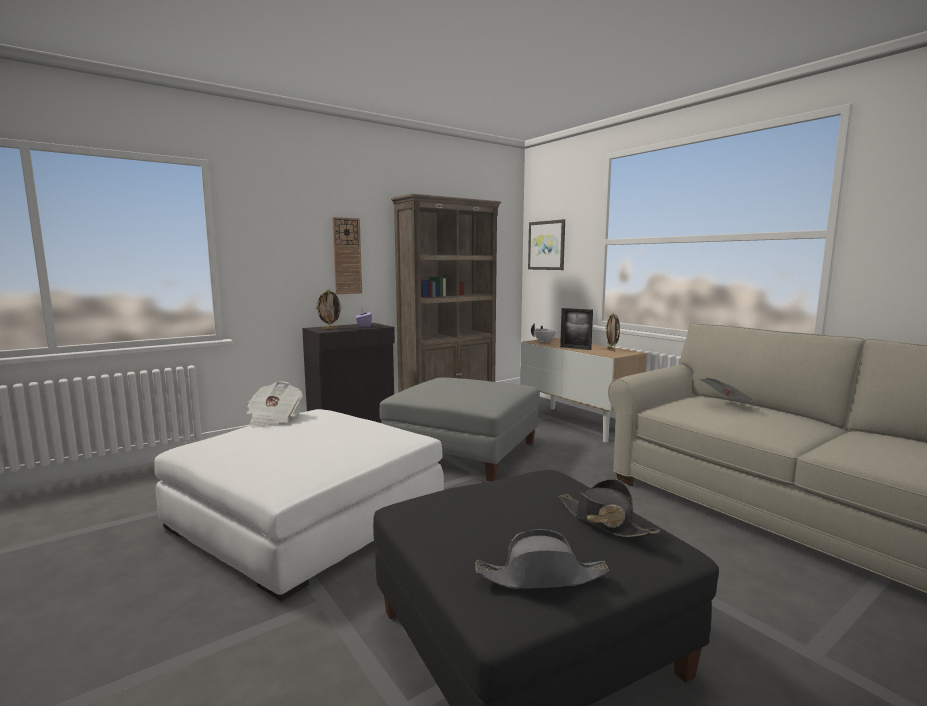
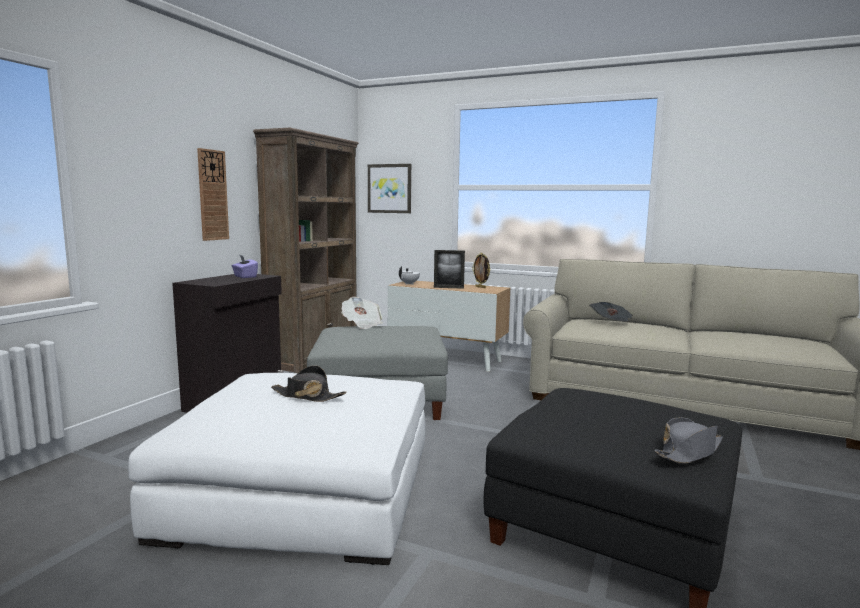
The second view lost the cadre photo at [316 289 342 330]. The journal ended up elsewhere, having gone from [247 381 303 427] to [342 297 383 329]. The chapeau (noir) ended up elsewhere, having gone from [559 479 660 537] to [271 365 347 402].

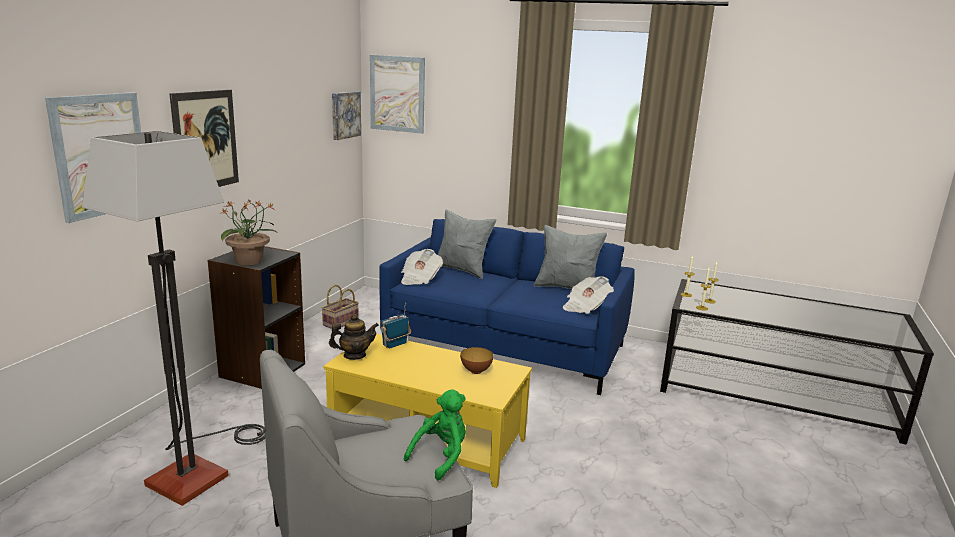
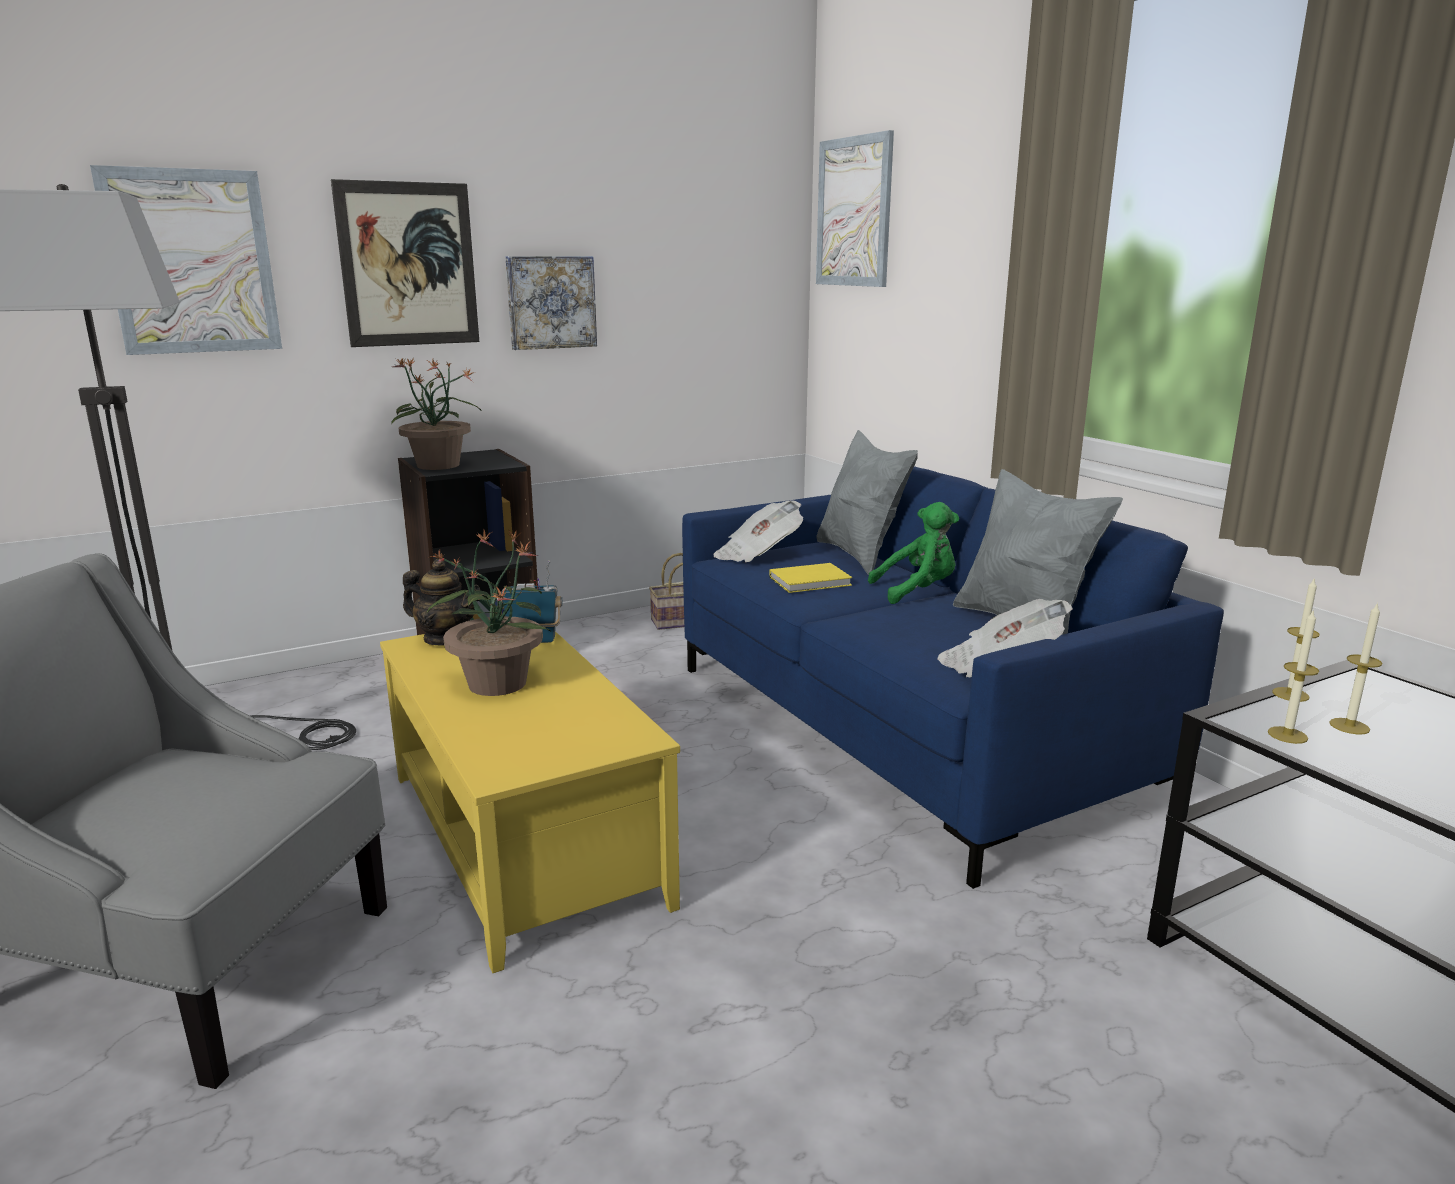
The second view lost the bol at [460 347 494 374]. The second view gained the plante en pot at [427 529 551 696]. The second view gained the livre (jaune) at [770 563 852 593]. The tableau ended up elsewhere, having gone from [332 91 361 140] to [505 256 597 350]. The peluche (vert) ended up elsewhere, having gone from [404 389 466 480] to [868 502 959 604].

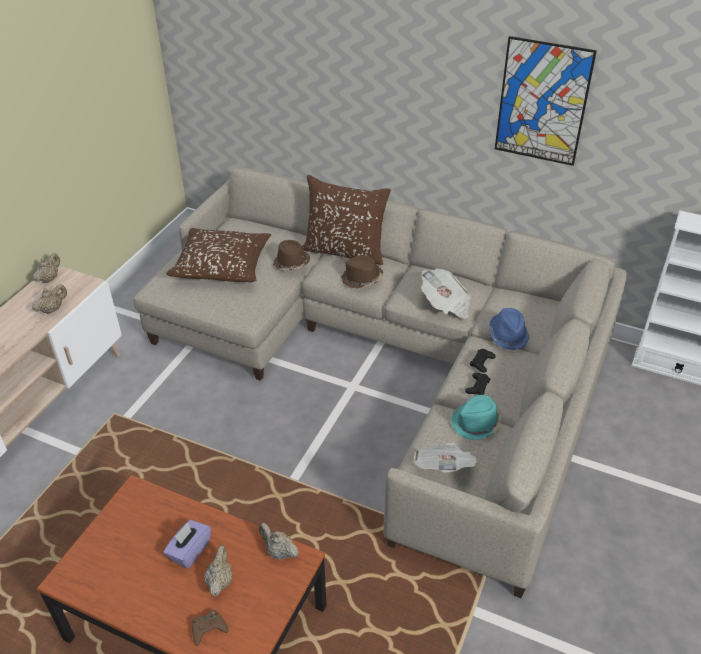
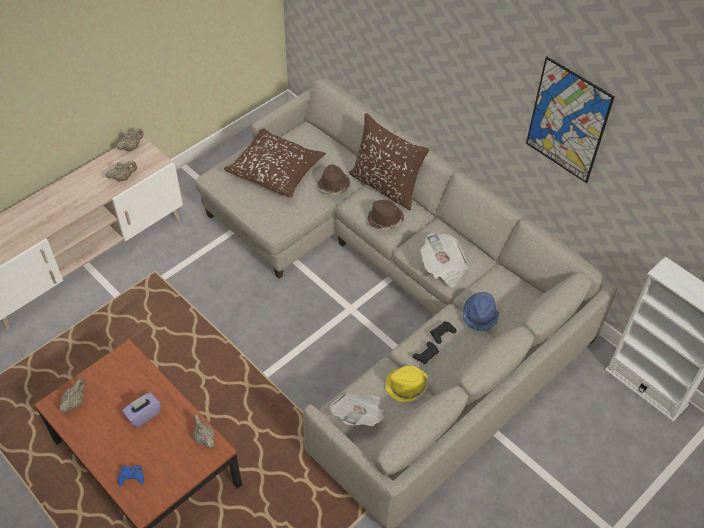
The théière (beige) ended up elsewhere, having gone from [204 545 233 597] to [60 379 85 413]. What was the manette (marron) at [192 610 228 646] turned into the manette (bleu) at [118 465 144 486]. What was the chapeau (turquoise) at [451 395 501 440] turned into the chapeau (jaune) at [385 366 429 402].

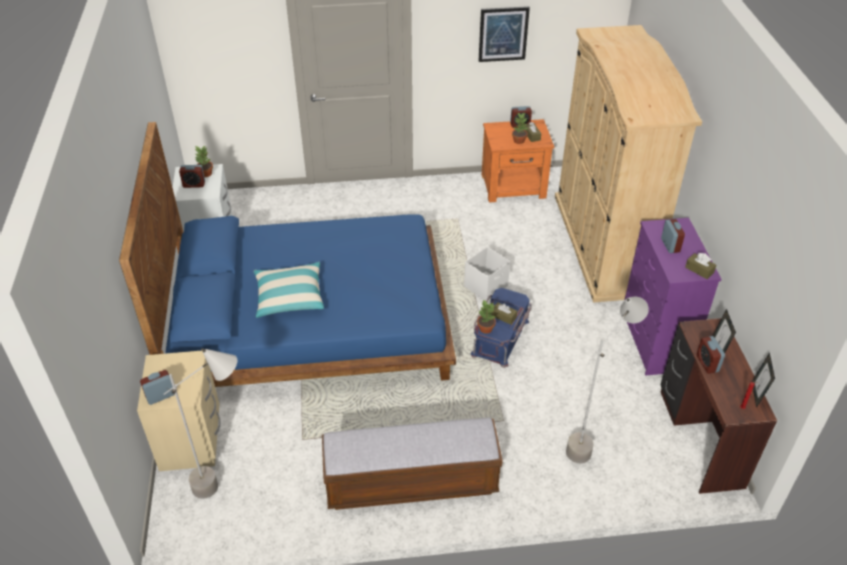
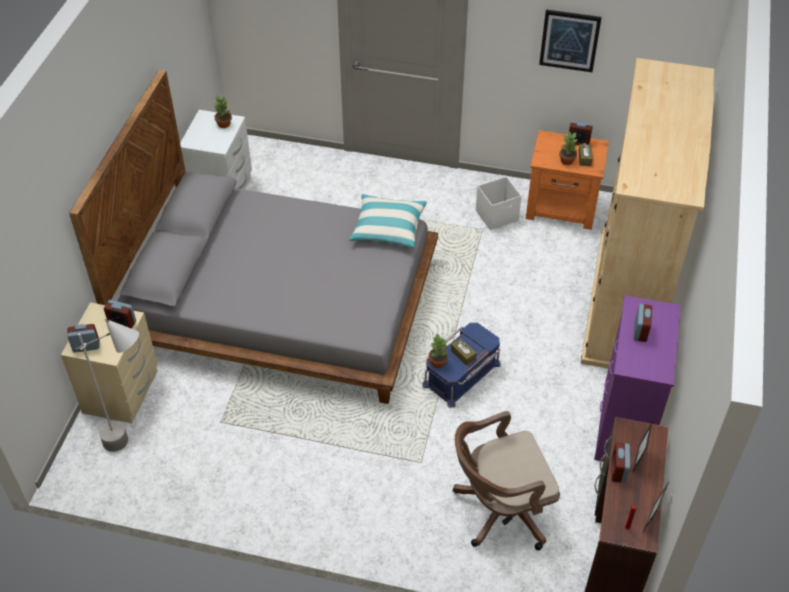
The second view lost the banc at [322 418 503 510]. The second view lost the boîte à mouchoirs (marron) at [685 253 716 279]. The réveil ended up elsewhere, having gone from [179 165 205 188] to [104 300 136 329]. The coussin ended up elsewhere, having gone from [254 262 324 318] to [349 194 427 248]. The boîte de rangement (blanc) ended up elsewhere, having gone from [464 247 510 301] to [476 177 522 230]. Where the lampadaire (gris) stood at [566 297 649 463], the chaise de bureau (marron) came to stand at [453 411 560 550]. What was the lit (bleu) at [119 122 456 387] turned into the lit (gris) at [69 70 438 404].

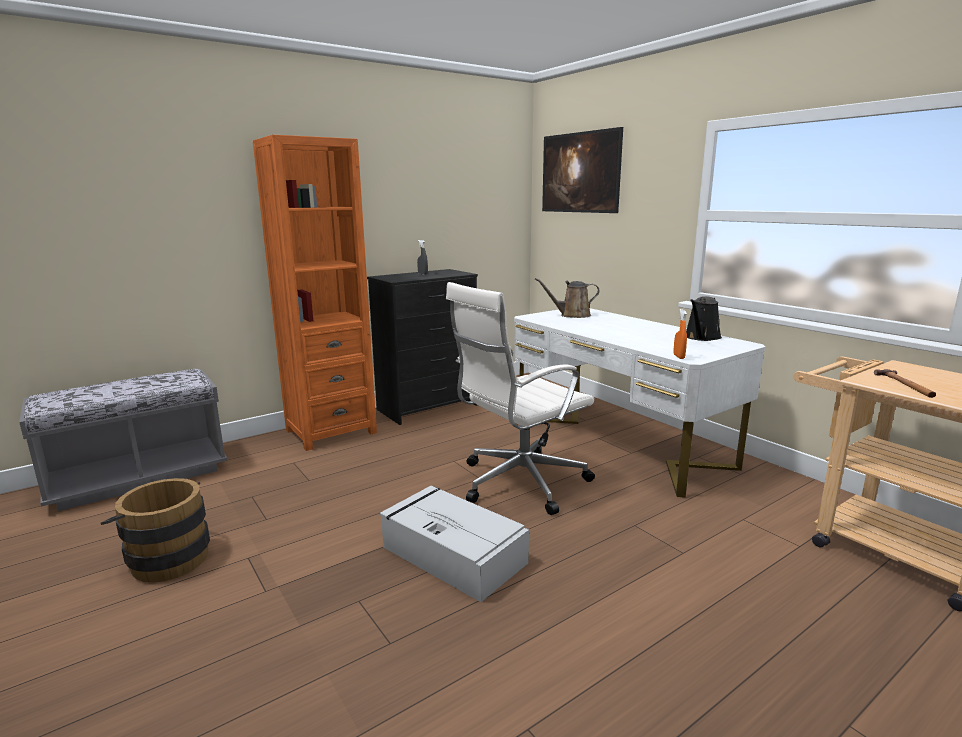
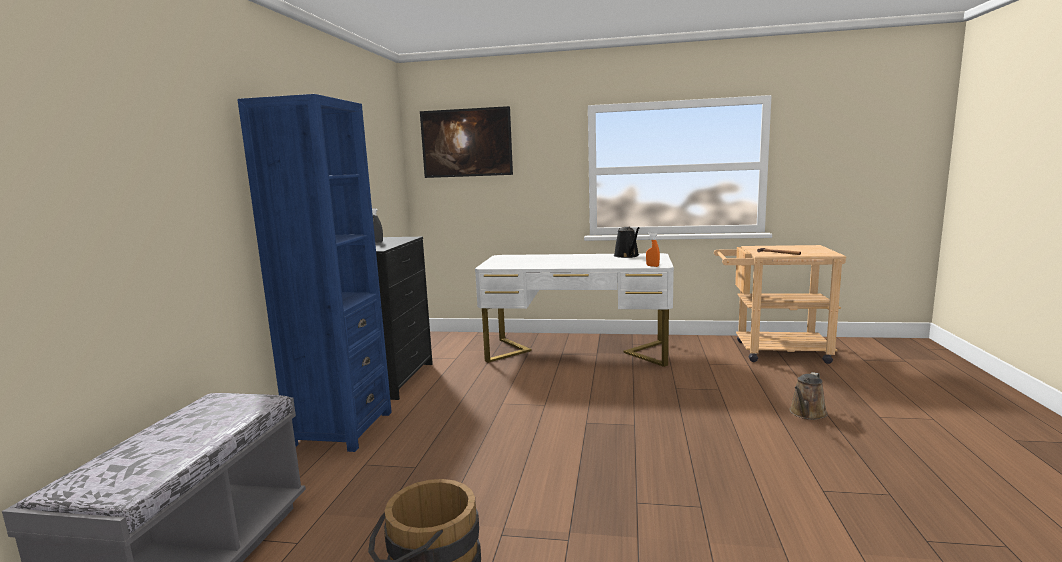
The second view lost the boîte de rangement (gris) at [380 486 529 602]. The second view lost the chaise de bureau (blanc) at [446 282 595 515]. The arrosoir (marron) ended up elsewhere, having gone from [535 278 599 318] to [789 372 828 420]. What was the bibliothèque (orange) at [253 135 377 451] turned into the bibliothèque (bleu) at [237 94 392 452].

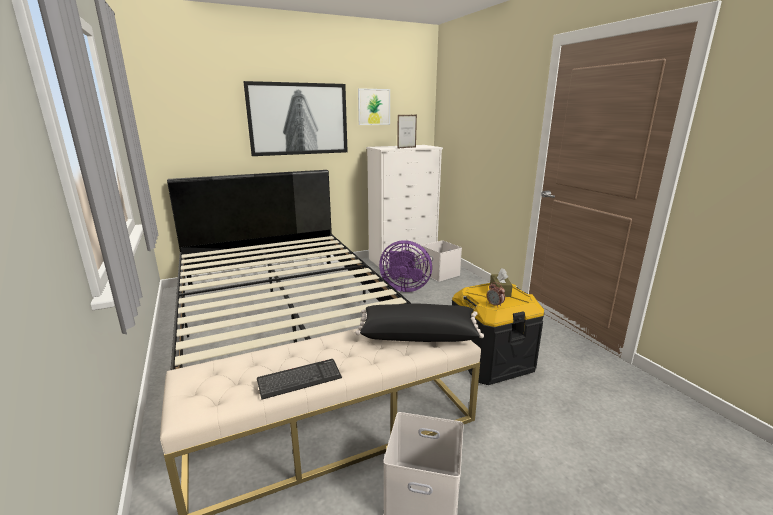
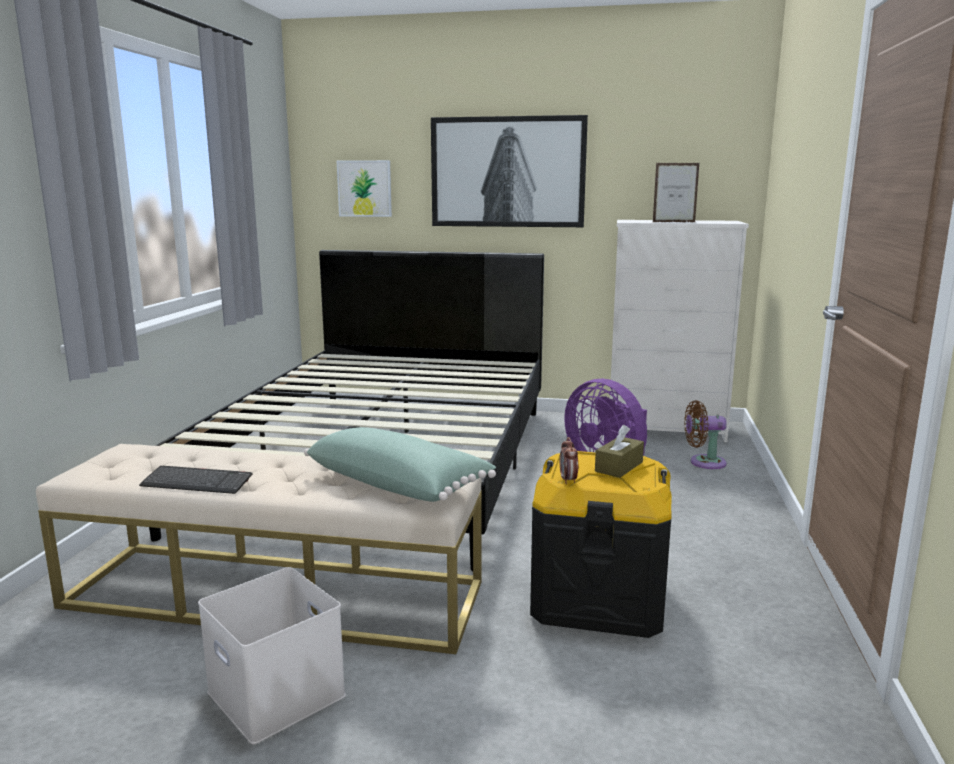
The tableau ended up elsewhere, having gone from [358 88 390 125] to [337 160 392 217]. Where the boîte de rangement (blanc) stood at [421 240 462 282], the ventilateur (marron) came to stand at [684 400 727 469]. What was the coussin (noir) at [355 304 484 342] turned into the coussin (vert) at [304 427 496 502].

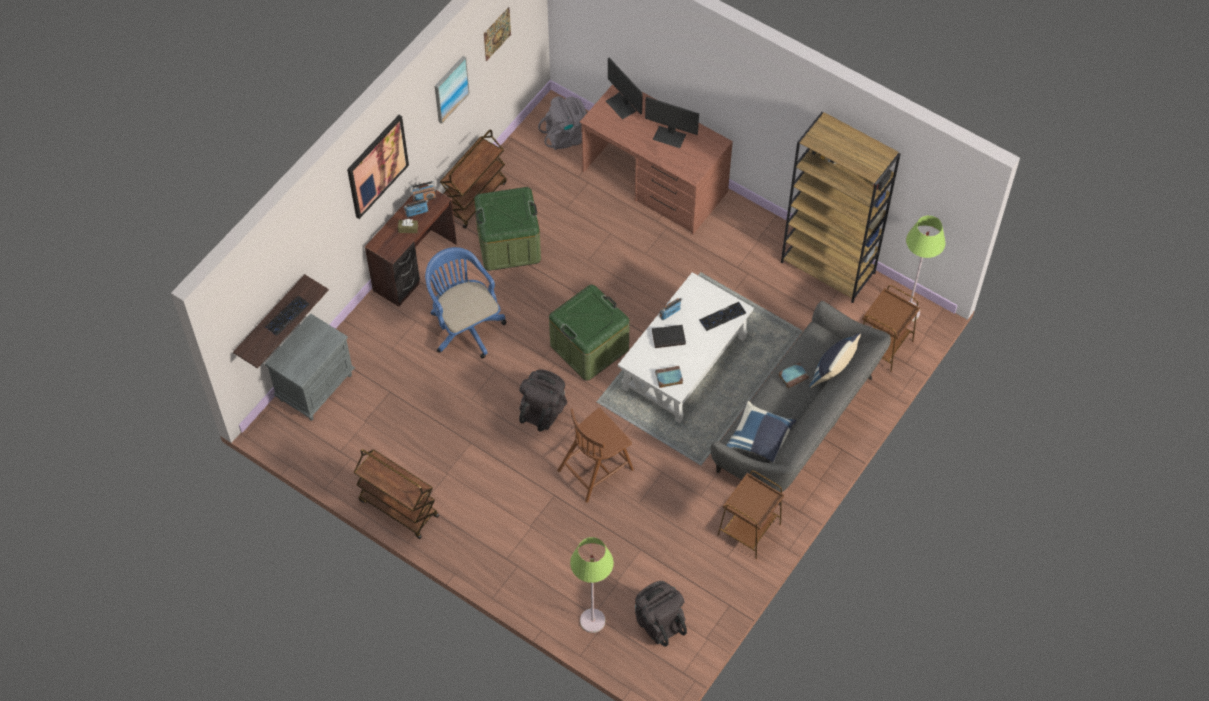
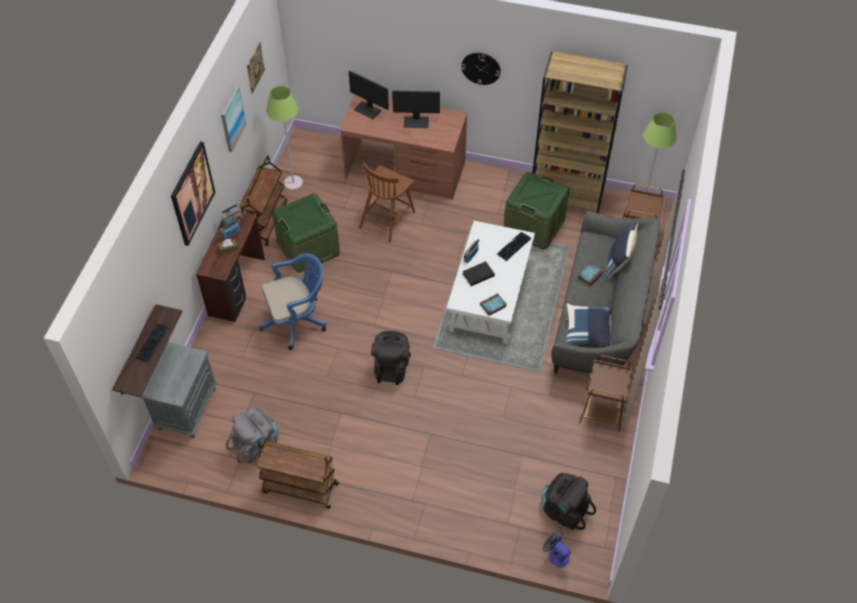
The second view gained the horloge murale at [461 53 501 85]. The second view gained the ventilateur at [543 530 570 568]. The sac à dos (gris) ended up elsewhere, having gone from [538 96 587 150] to [226 408 279 464]. The boîte de rangement (vert) ended up elsewhere, having gone from [549 285 630 381] to [504 172 569 249]. The chaise (marron) ended up elsewhere, having gone from [557 408 634 503] to [359 162 415 243]. The lampadaire (vert) ended up elsewhere, having gone from [570 537 614 633] to [266 86 303 190]. The chaise de bureau (bleu) at [425 247 506 359] ended up facing another way, 120 degrees clockwise from before.

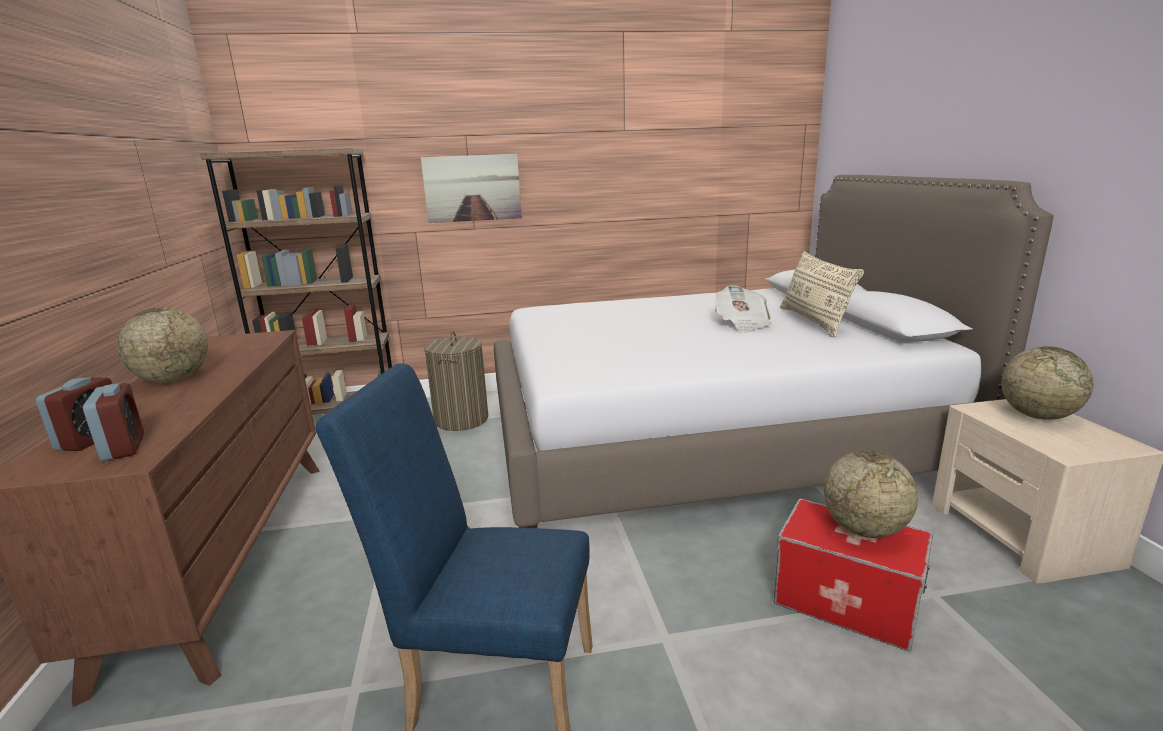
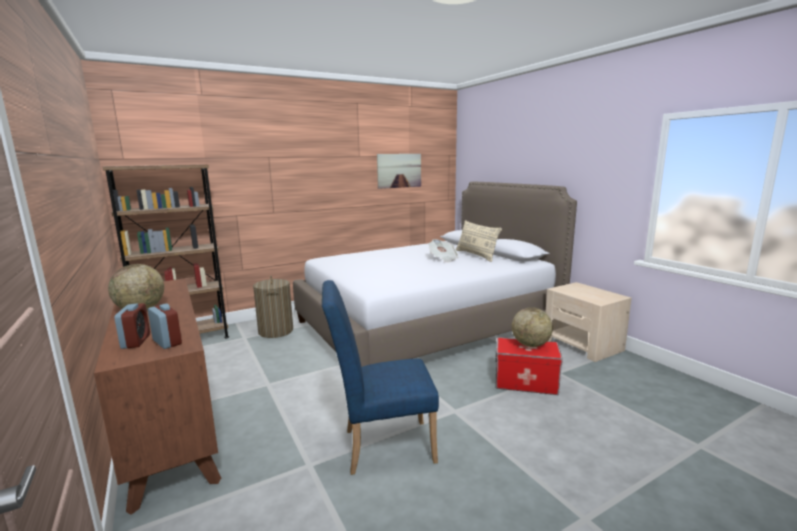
The second view lost the globe at [1001 346 1093 420]. The tableau ended up elsewhere, having gone from [421 154 522 223] to [377 154 421 189].

